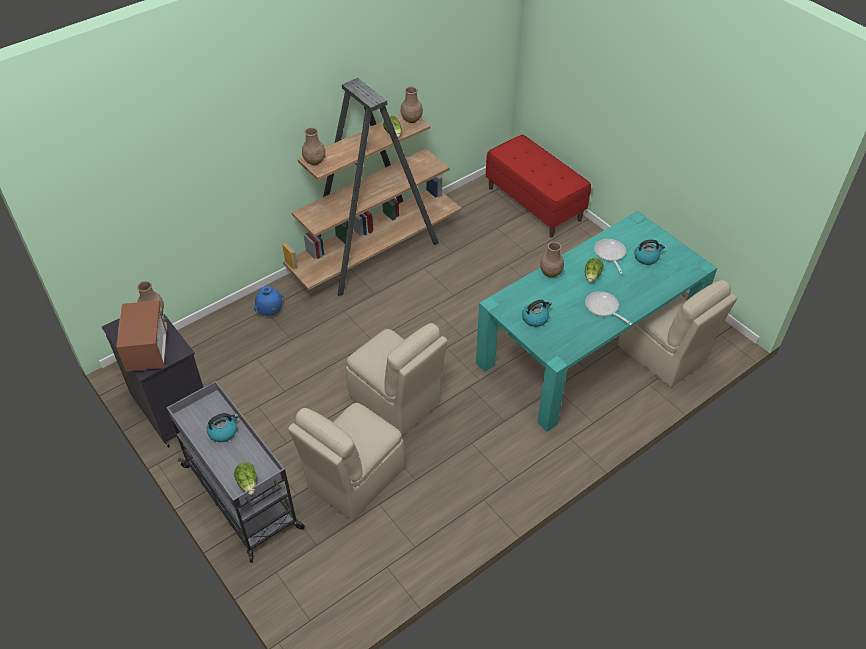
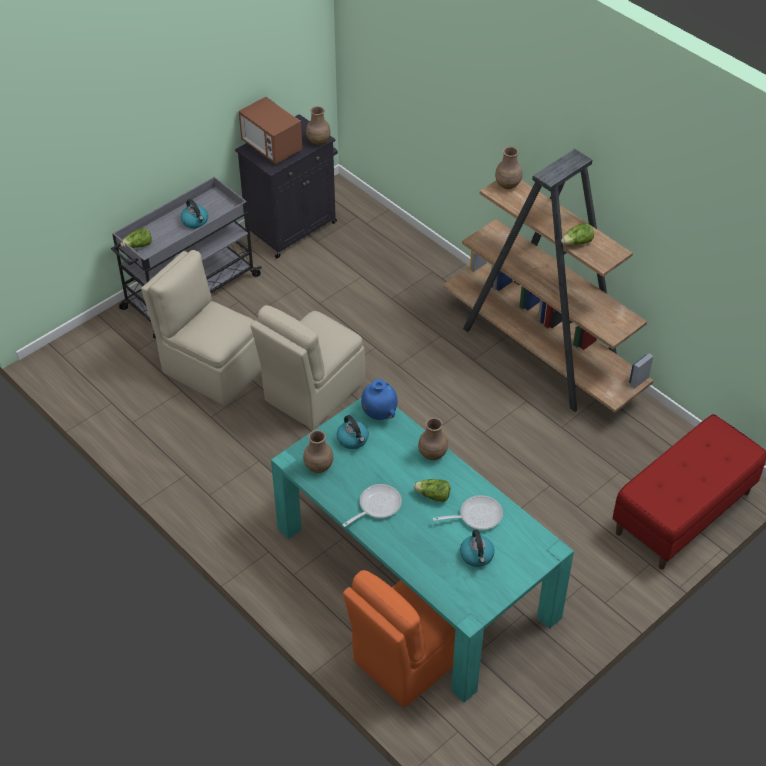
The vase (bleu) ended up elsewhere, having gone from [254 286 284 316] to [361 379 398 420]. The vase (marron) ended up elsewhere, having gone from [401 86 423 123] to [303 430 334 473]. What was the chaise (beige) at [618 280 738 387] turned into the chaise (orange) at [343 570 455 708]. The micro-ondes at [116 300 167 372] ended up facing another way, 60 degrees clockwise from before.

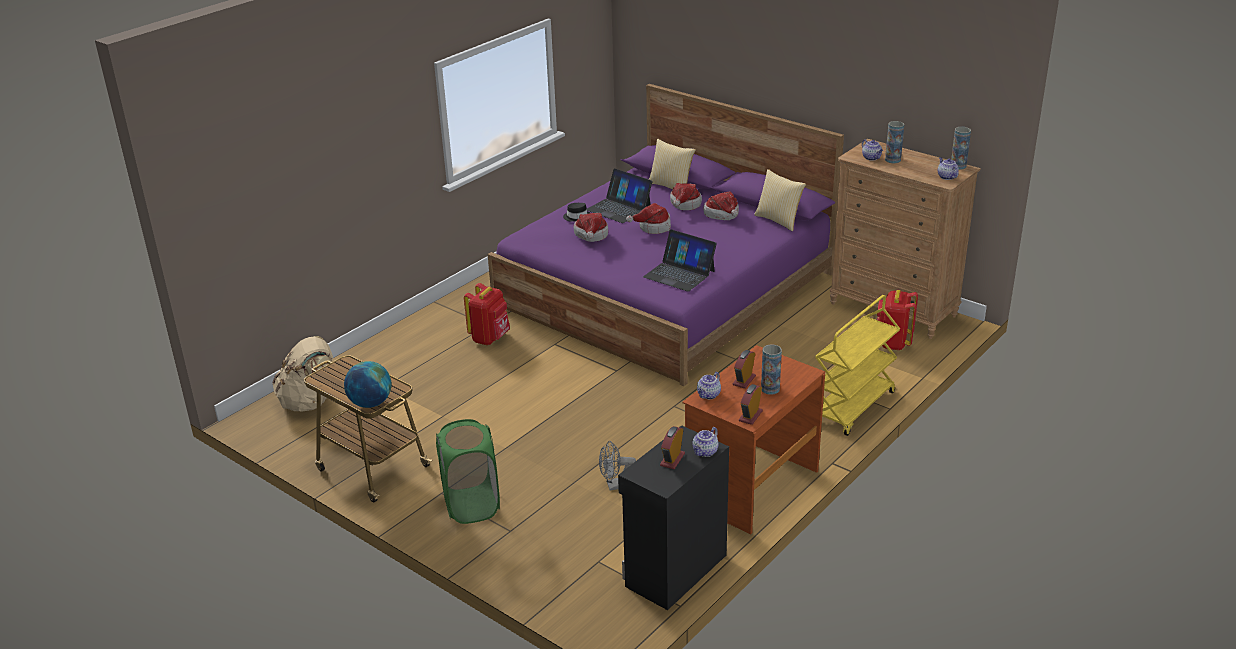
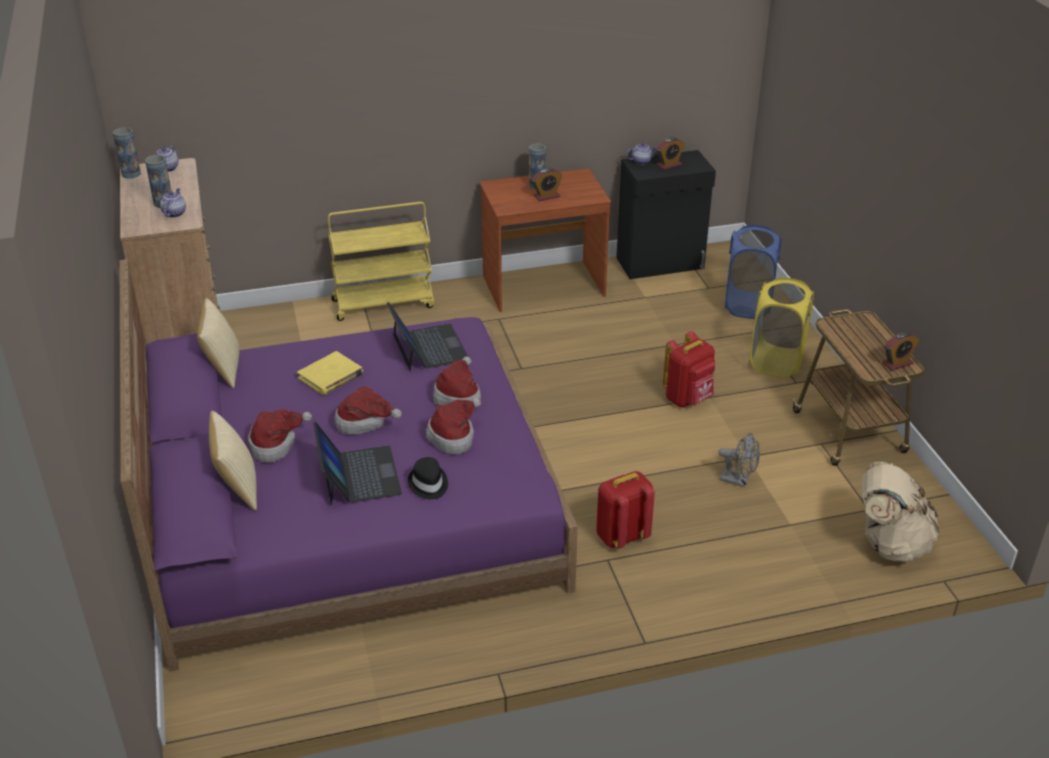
The second view lost the globe at [344 361 391 408]. The second view lost the théière at [697 372 721 399]. The second view gained the livre (jaune) at [297 351 363 395]. The second view gained the panier à linge (bleu) at [725 225 782 319]. The ventilateur (gris) ended up elsewhere, having gone from [599 441 636 490] to [718 433 760 487]. The chapeau ended up elsewhere, having gone from [703 191 739 220] to [433 356 481 409]. The réveil ended up elsewhere, having gone from [739 384 763 425] to [882 332 919 371]. The sac à dos (rouge) ended up elsewhere, having gone from [877 290 918 350] to [663 331 715 407]. What was the panier à linge (vert) at [436 419 500 524] turned into the panier à linge (jaune) at [750 278 814 378].

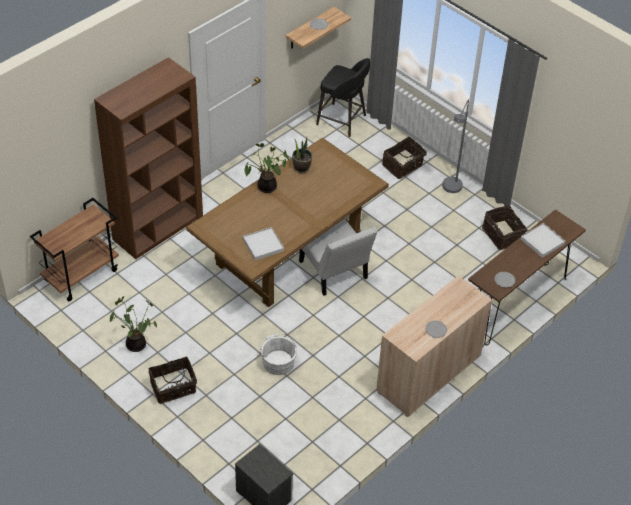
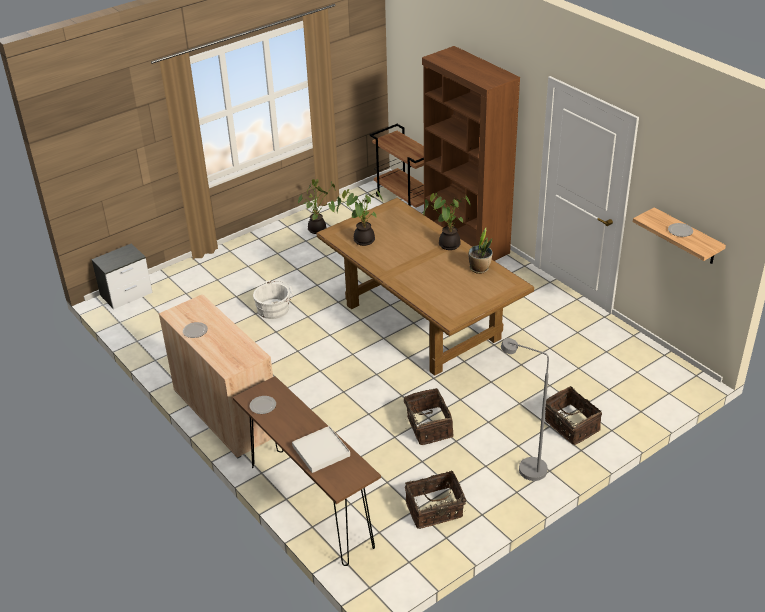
The second view lost the chaise (blanc) at [299 219 378 296]. The second view lost the tabouret (noir) at [316 58 370 137]. The panier ended up elsewhere, having gone from [149 357 197 404] to [404 388 454 445]. Where the plateau (blanc) stood at [243 227 284 260], the plante en pot came to stand at [337 189 384 246].

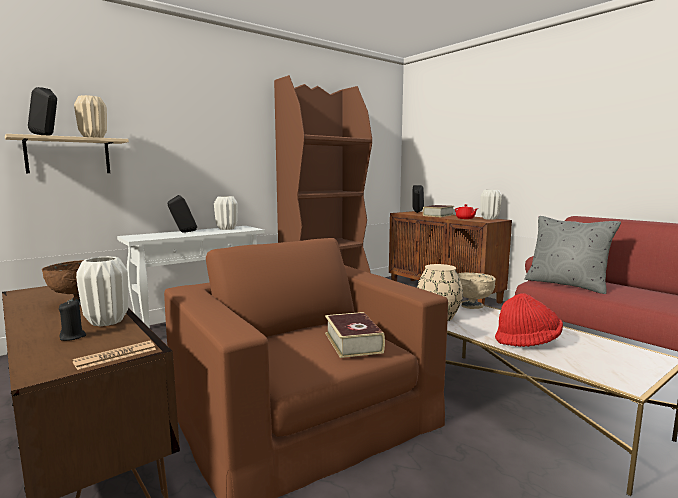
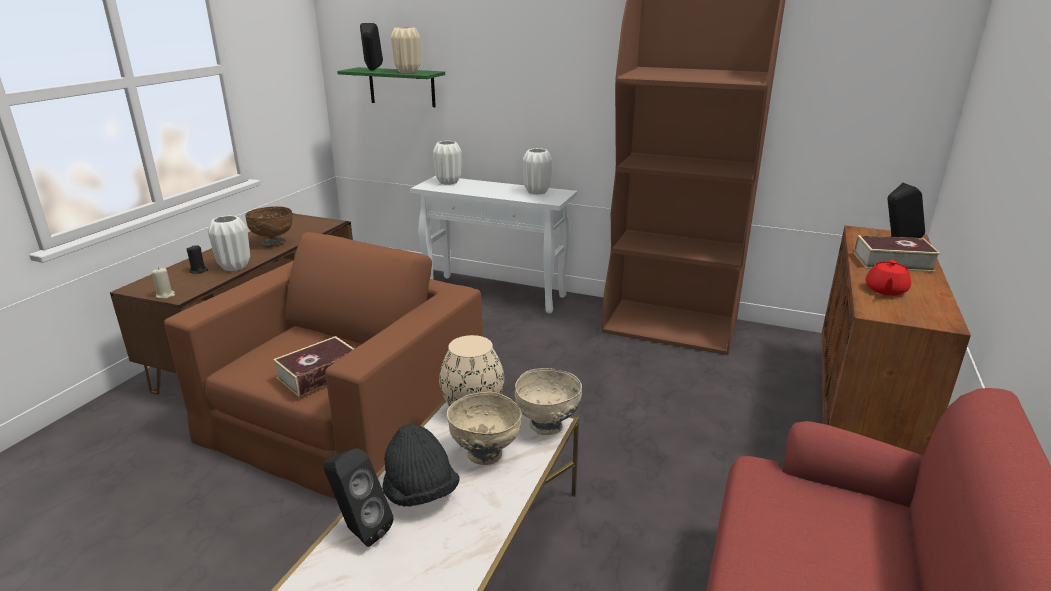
The second view lost the coussin (gris) at [524 216 621 294]. The second view gained the bol (beige) at [447 392 522 465]. The enceinte (noir) ended up elsewhere, having gone from [168 195 197 233] to [323 448 394 547]. The vase (blanc) ended up elsewhere, having gone from [480 190 502 220] to [433 141 462 185]. Where the journal stood at [72 341 156 370], the bougie (beige) came to stand at [152 267 175 299]. What was the étagère (beige) at [5 134 129 173] turned into the étagère (vert) at [337 67 445 107]. What was the chapeau (rouge) at [495 293 563 347] turned into the chapeau (noir) at [382 424 460 507].

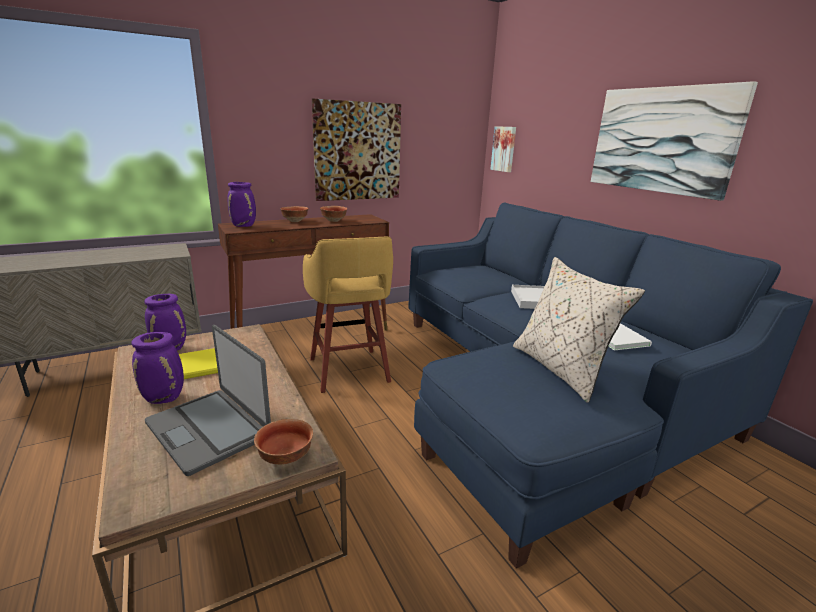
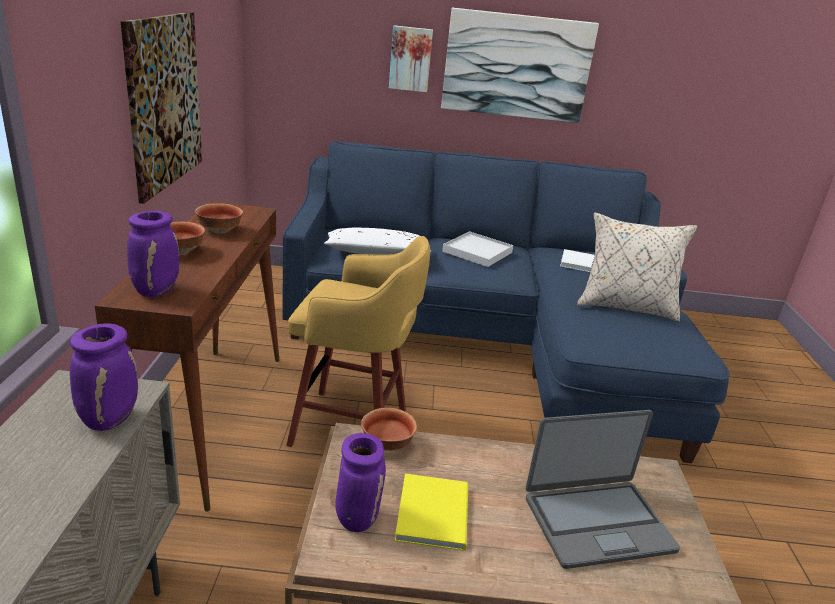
The second view gained the coussin (blanc) at [324 227 431 255]. The vase (violet) ended up elsewhere, having gone from [131 332 184 404] to [70 323 138 431]. The bol ended up elsewhere, having gone from [254 419 313 465] to [361 408 417 451]. The tableau ended up elsewhere, having gone from [490 126 516 172] to [389 25 433 92].

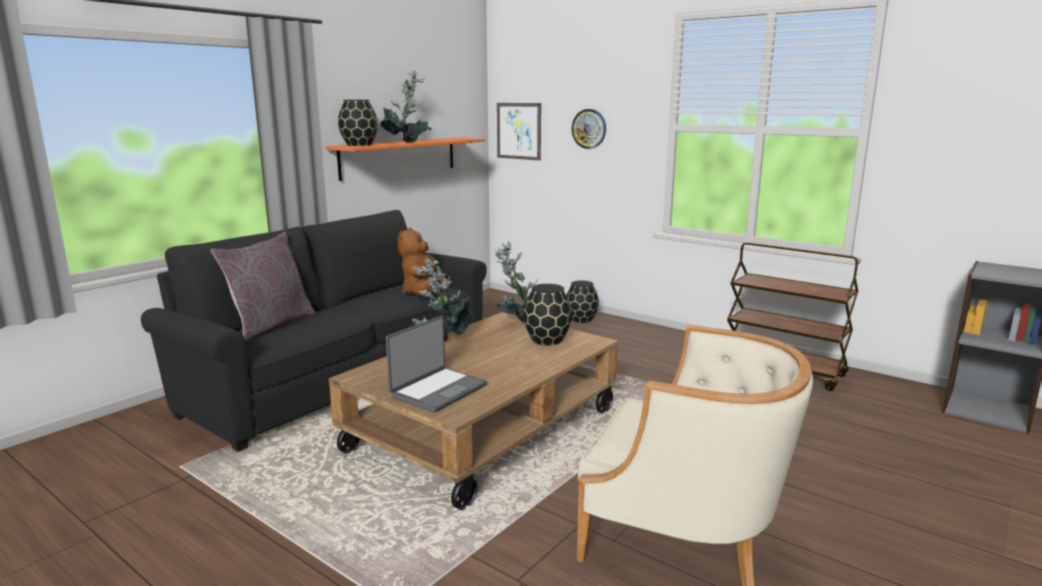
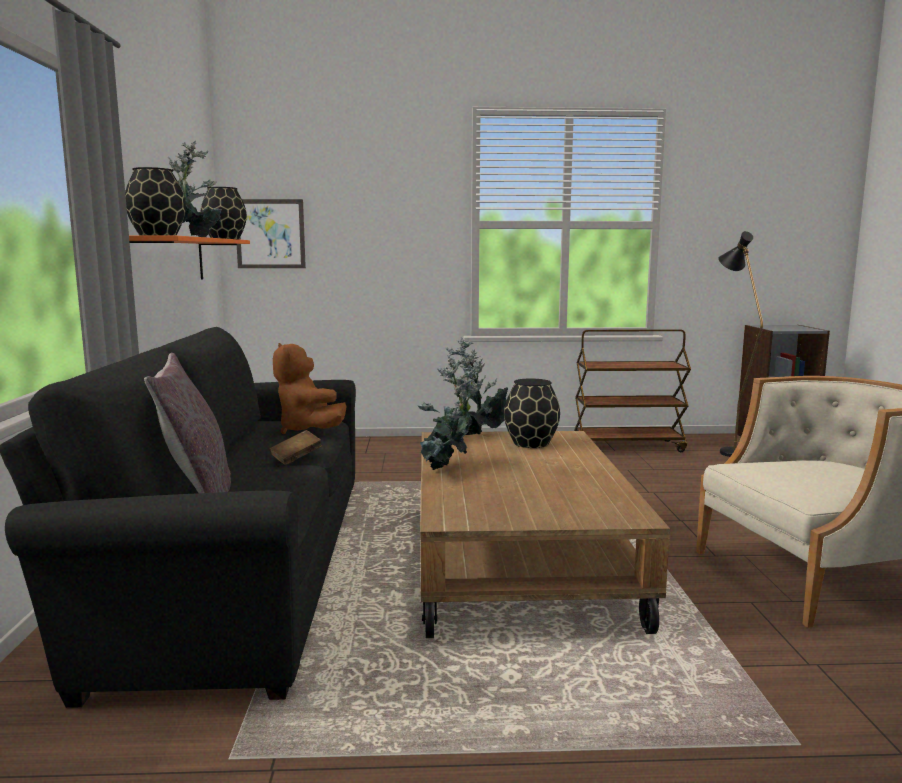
The second view lost the ordinateur portable at [386 316 487 413]. The second view lost the horloge murale at [571 109 606 149]. The second view gained the livre (marron) at [270 430 322 465]. The second view gained the lampadaire (noir) at [718 231 763 457]. The vase (noir) ended up elsewhere, having gone from [566 281 599 323] to [201 187 247 240].

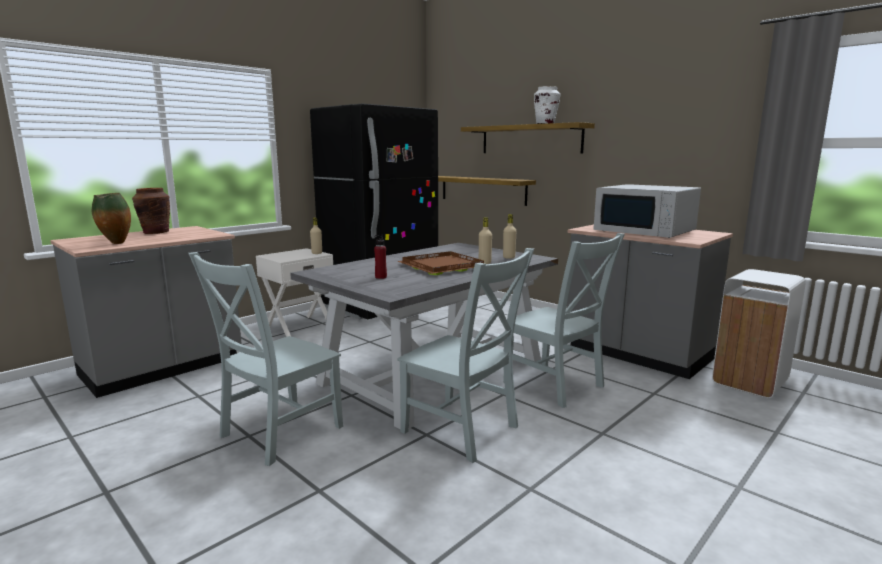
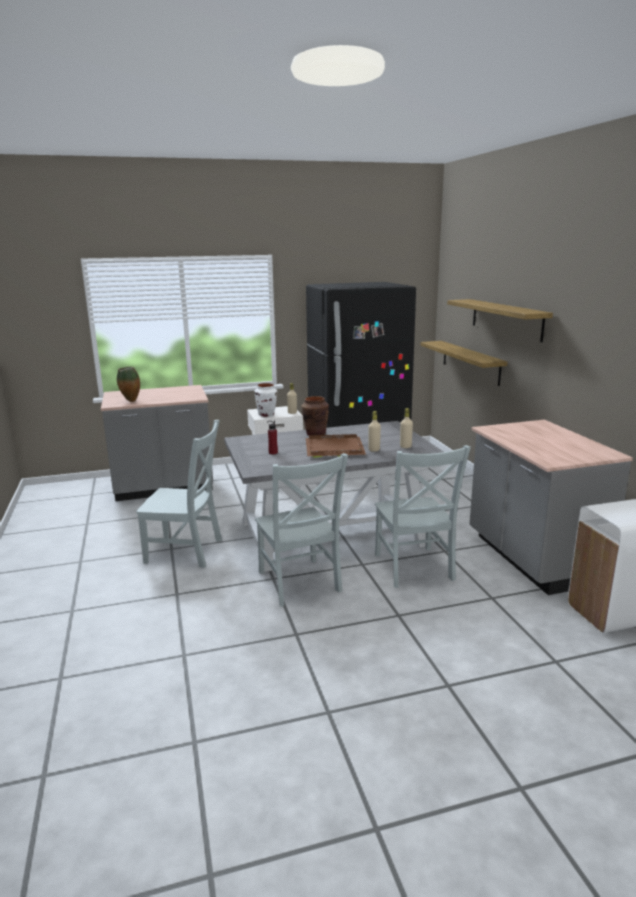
The second view lost the micro-ondes (blanc) at [594 184 701 238]. The vase (marron) ended up elsewhere, having gone from [132 188 170 234] to [301 396 329 436]. The vase (blanc) ended up elsewhere, having gone from [534 86 560 124] to [254 383 277 417]. The chaise (gris) at [188 252 343 466] ended up facing another way, 150 degrees counterclockwise from before.

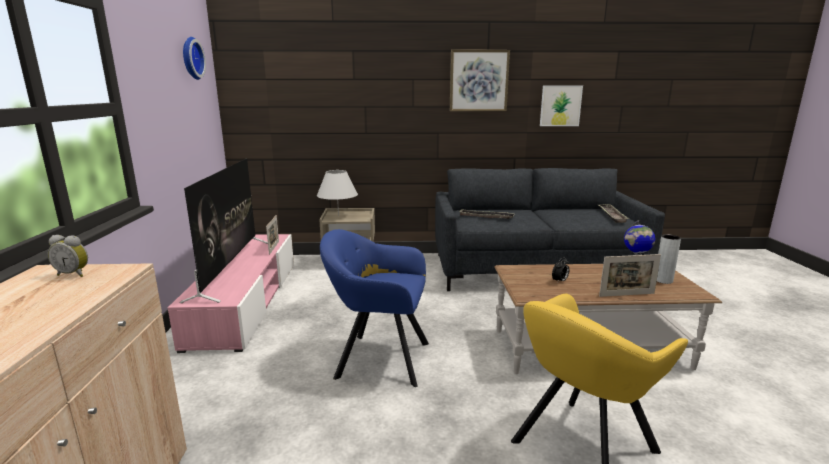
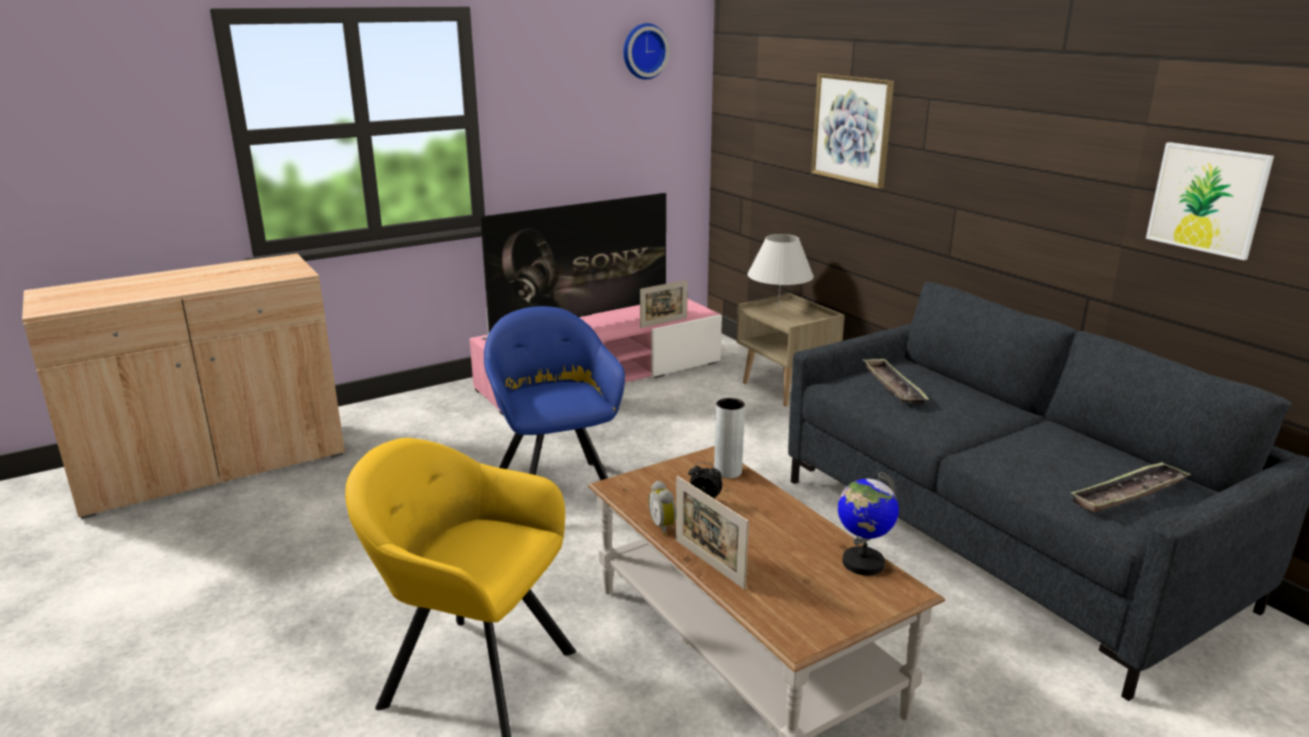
The réveil ended up elsewhere, having gone from [48 235 88 277] to [648 480 676 535]. The tableau ended up elsewhere, having gone from [450 50 510 111] to [811 73 894 189]. The vase (gris) ended up elsewhere, having gone from [657 234 681 284] to [714 398 745 479].

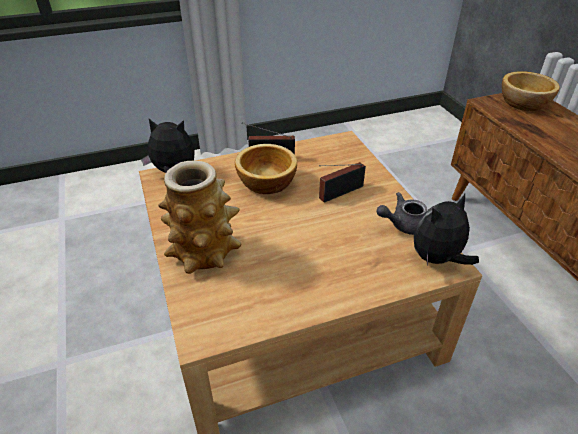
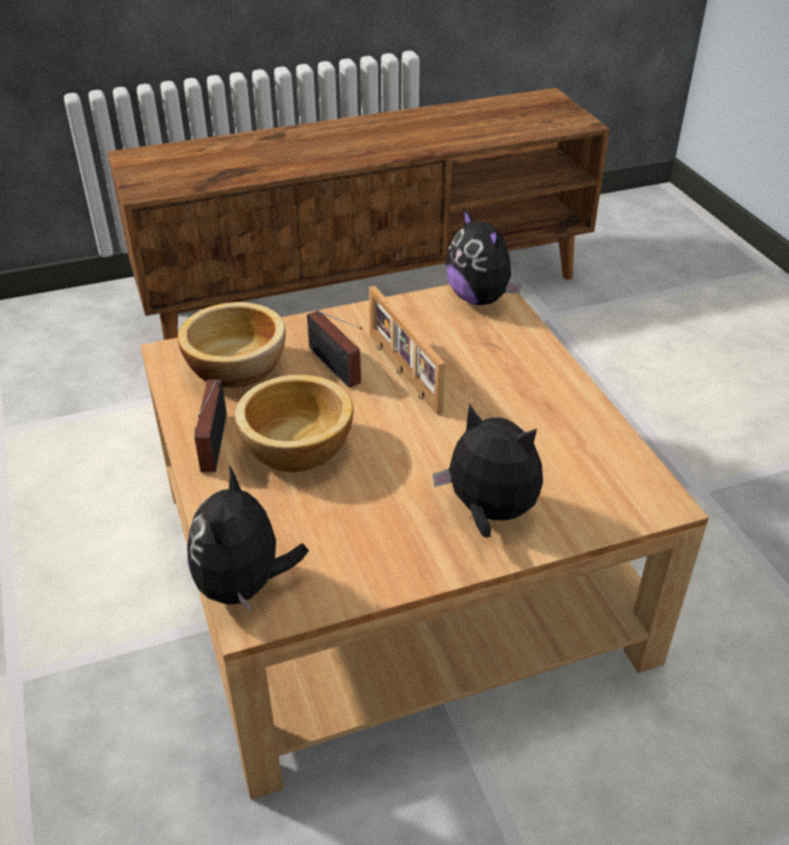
The second view lost the théière (gris) at [377 192 427 235]. The second view gained the cadre photo at [369 286 445 415]. The bol ended up elsewhere, having gone from [502 71 560 111] to [178 302 286 388]. Where the vase stood at [158 161 242 274], the peluche came to stand at [432 404 543 538].

